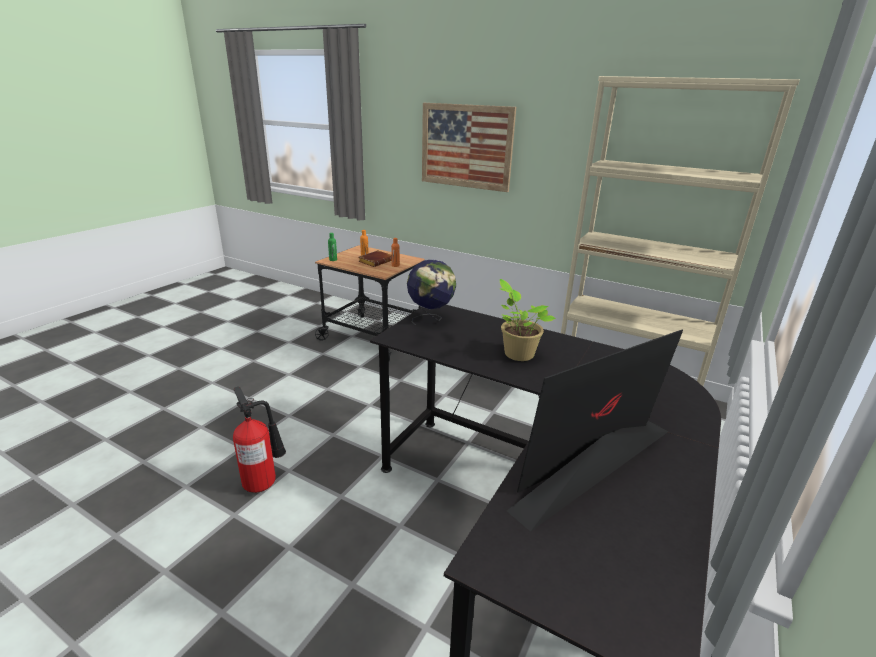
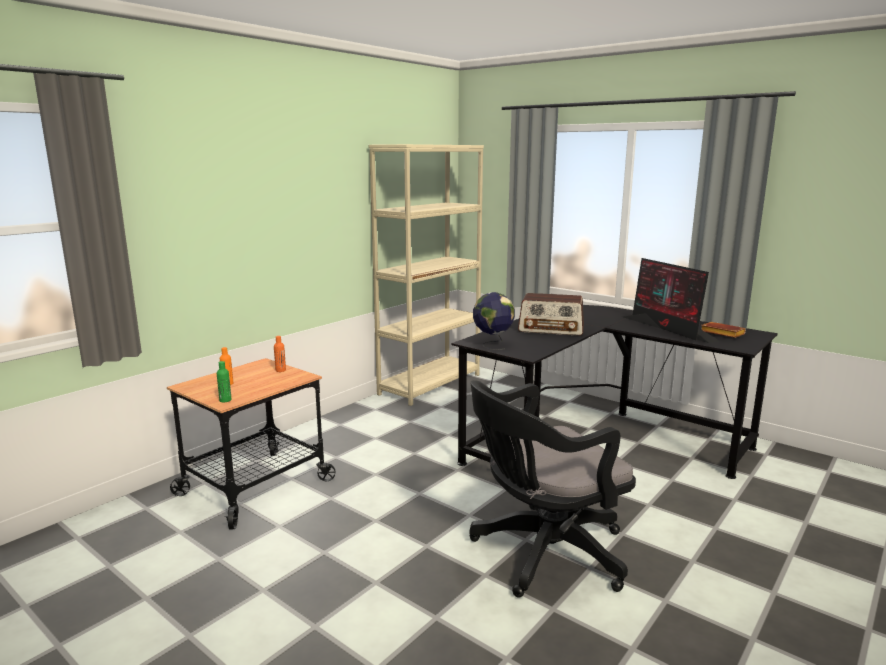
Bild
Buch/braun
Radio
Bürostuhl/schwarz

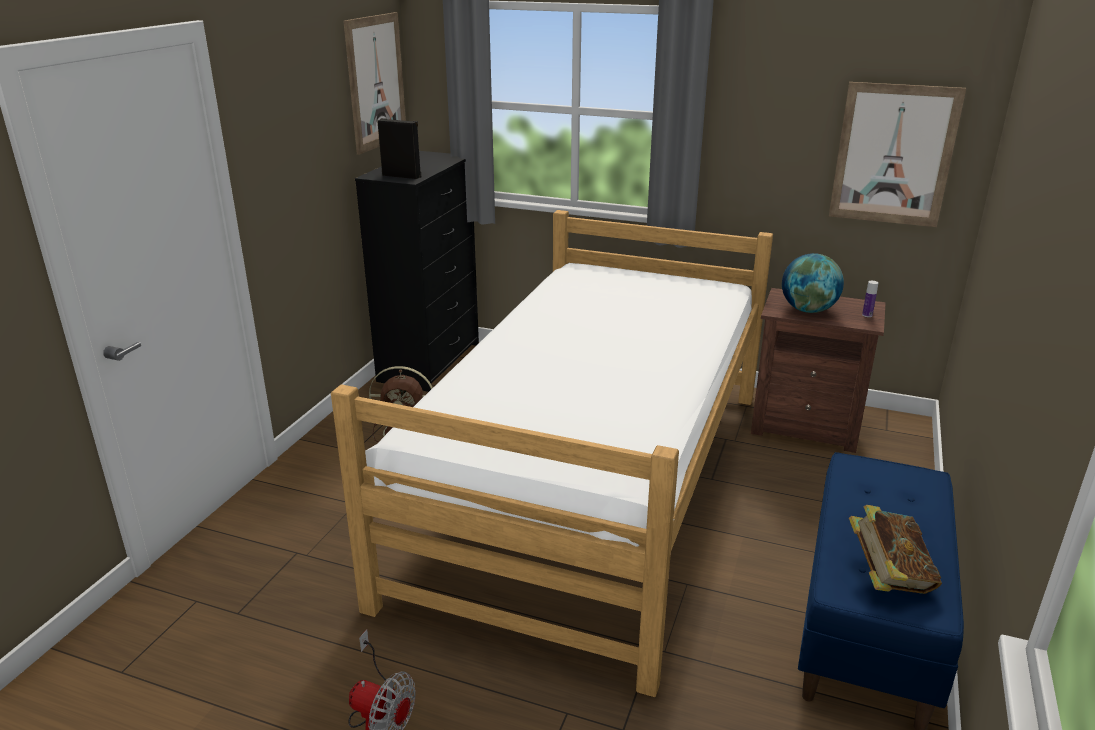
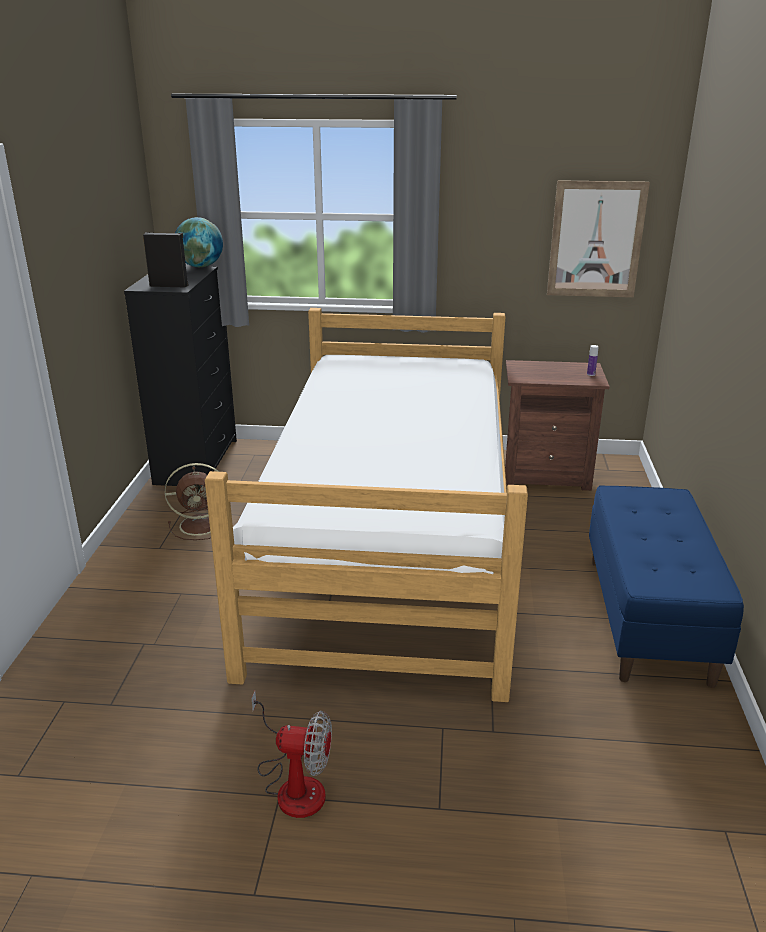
Bild (no. 1 from left in the first image)
Globus
Buch

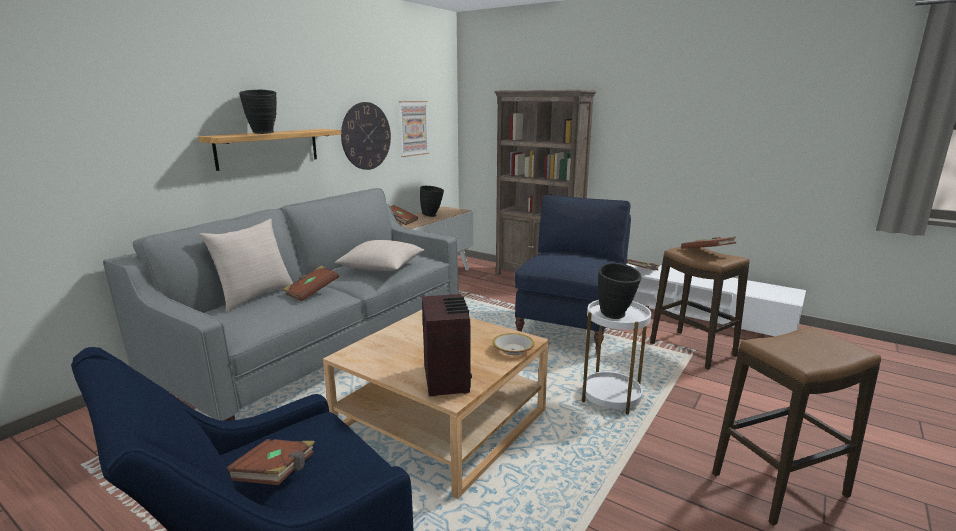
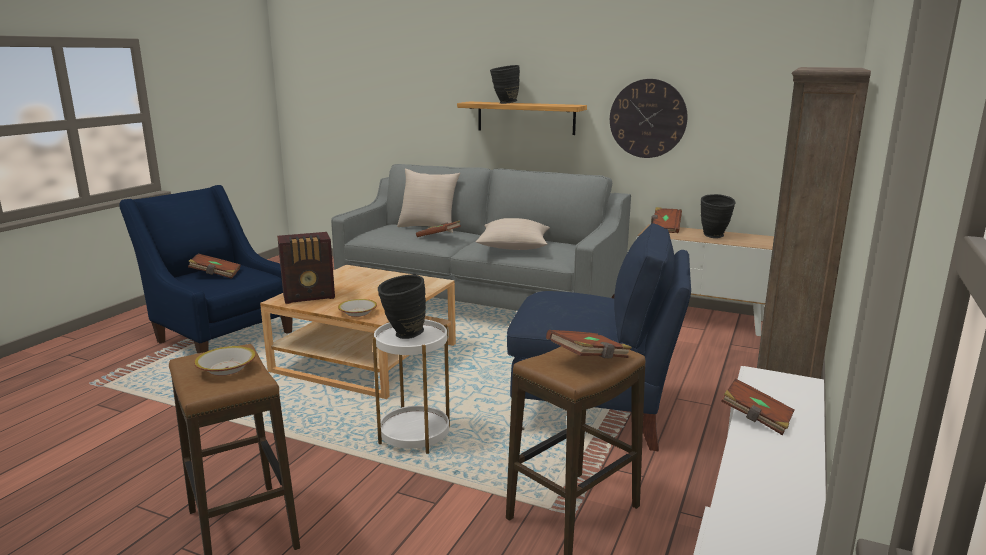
Bild
Schüssel (no. 1 from left)

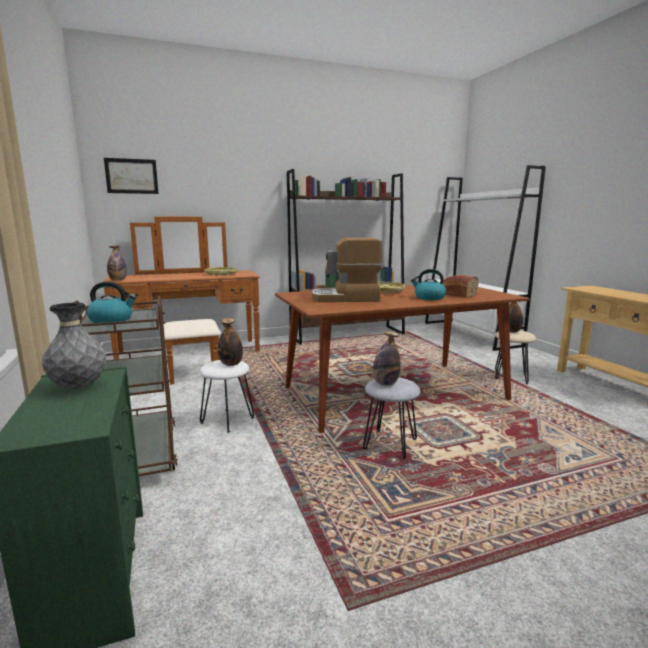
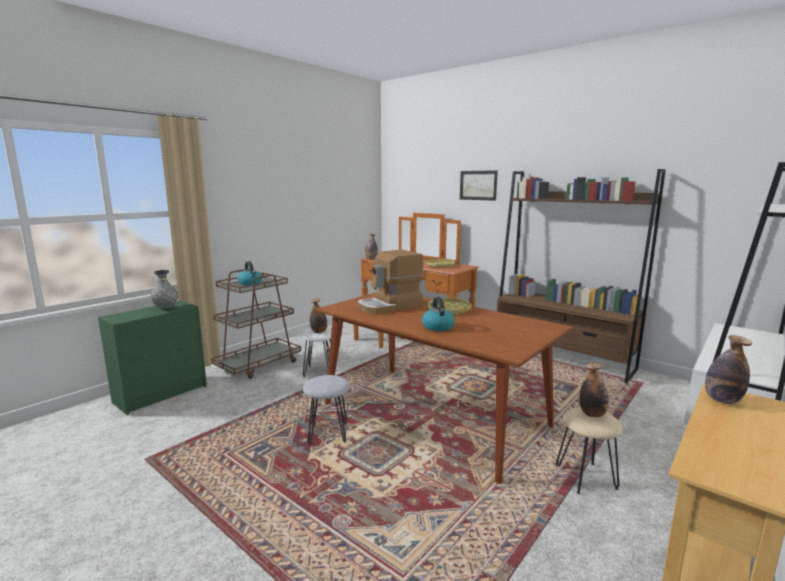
Bild
Kaffeemaschine
Brot
Flasche (no. 4 from left)

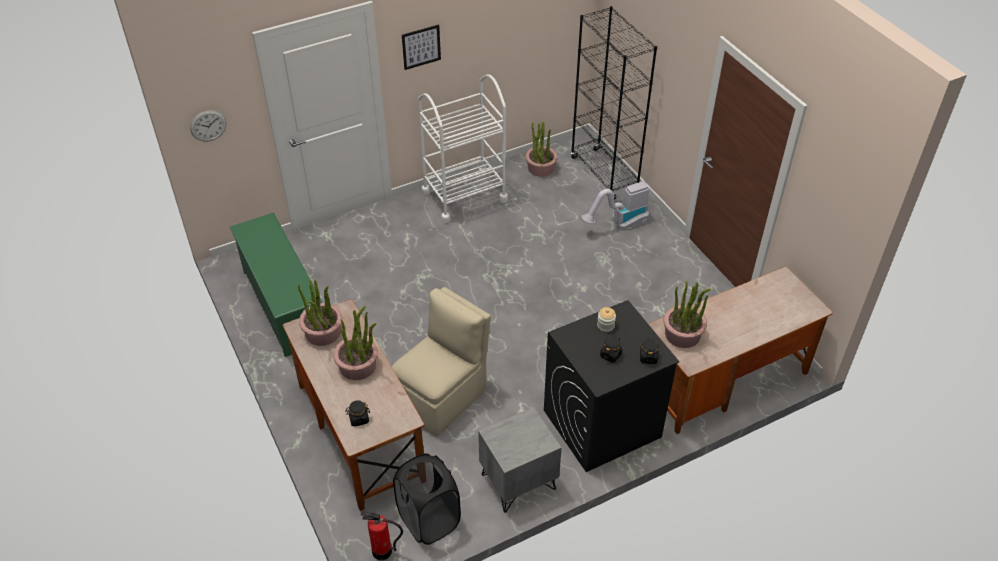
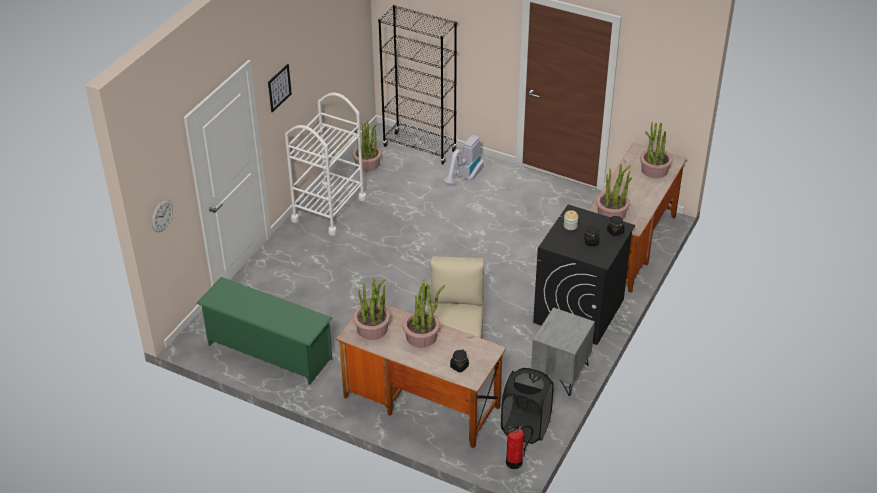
Topfpflanze (no. 5 from left)

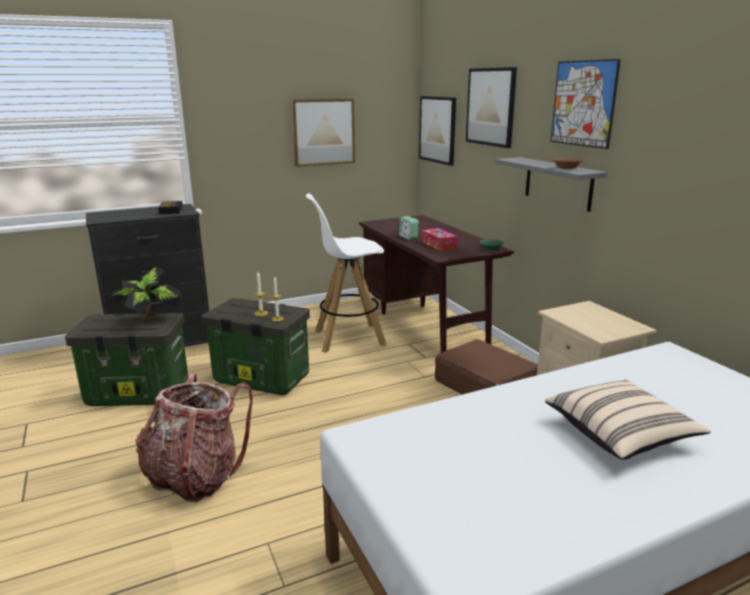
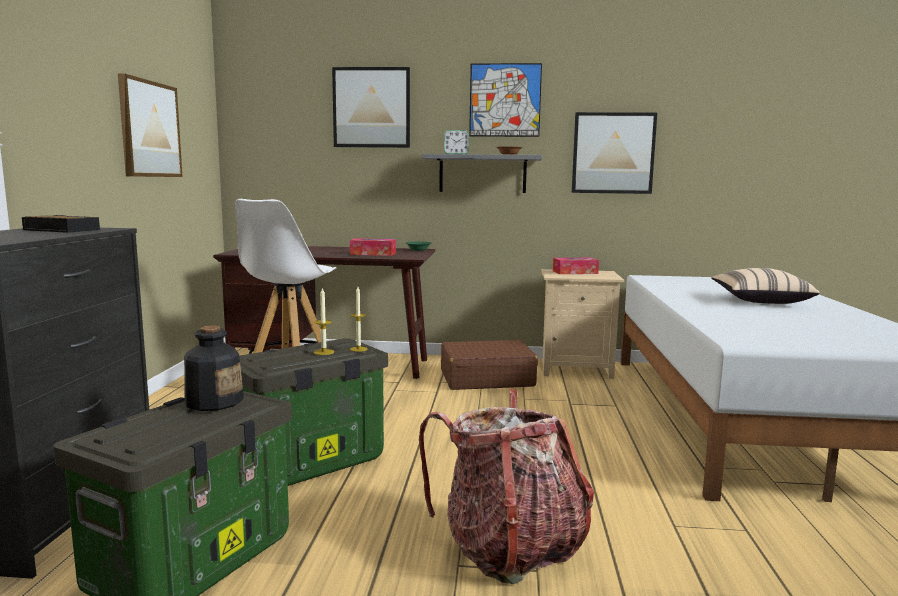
Bild (no. 4 from left)
Wecker (no. 2 from left)
Flasche
Taschentuchbox (no. 2 from left)

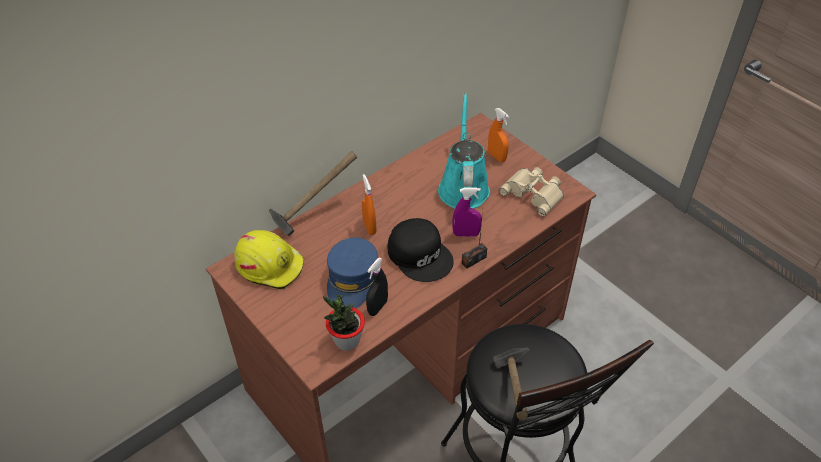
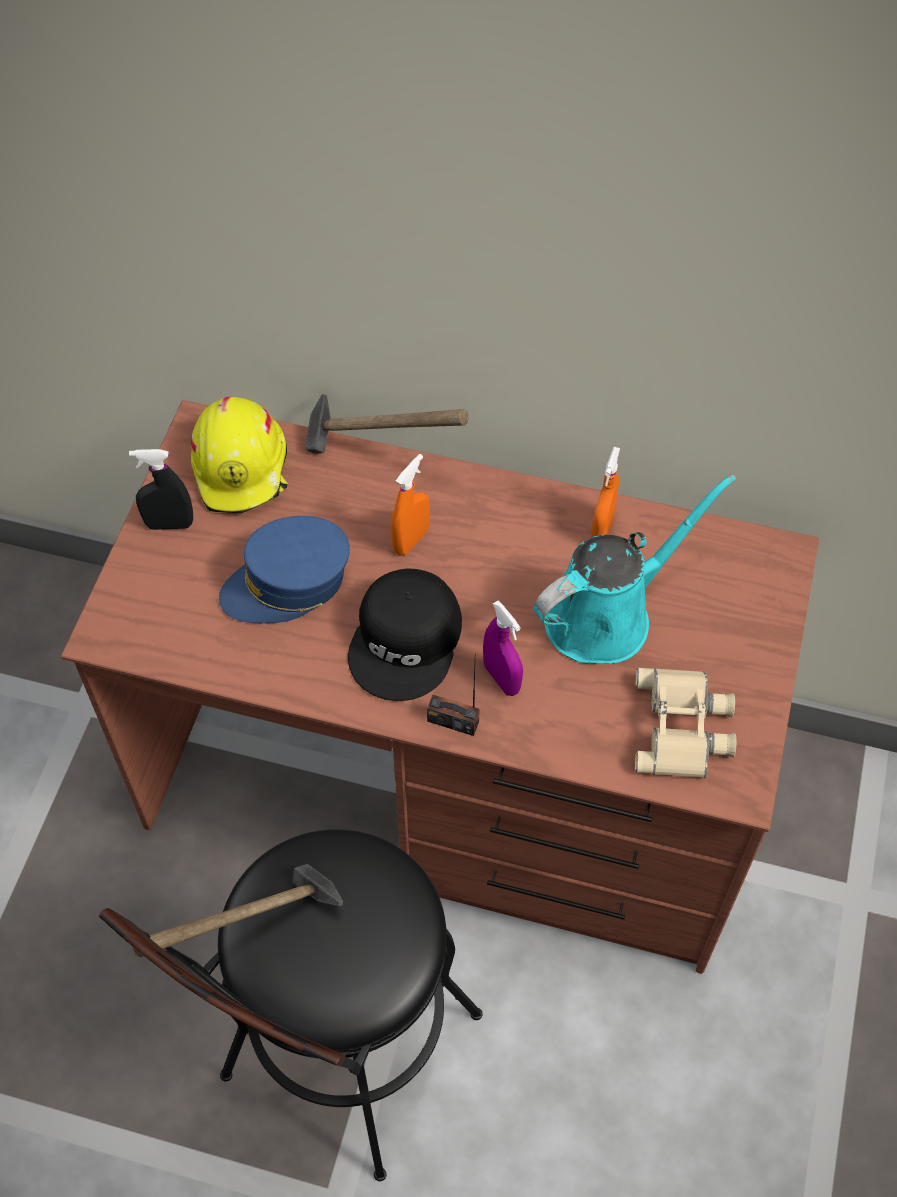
Sprühflasche/orange (no. 2 from left)
Sprühflasche/schwarz
Topfpflanze

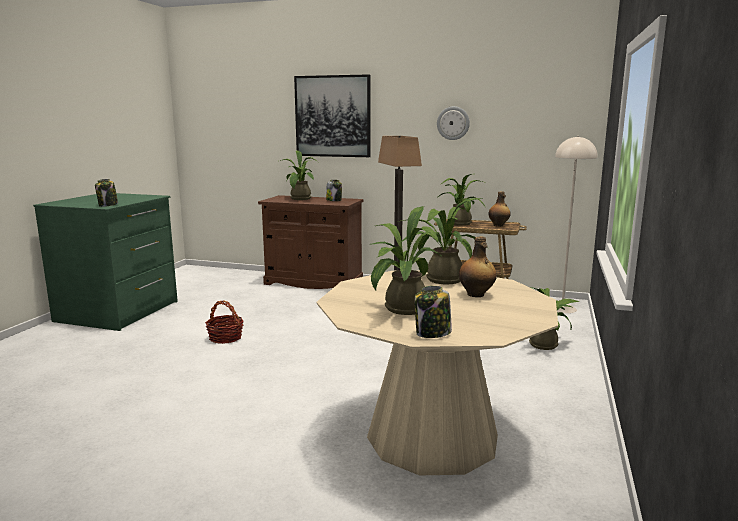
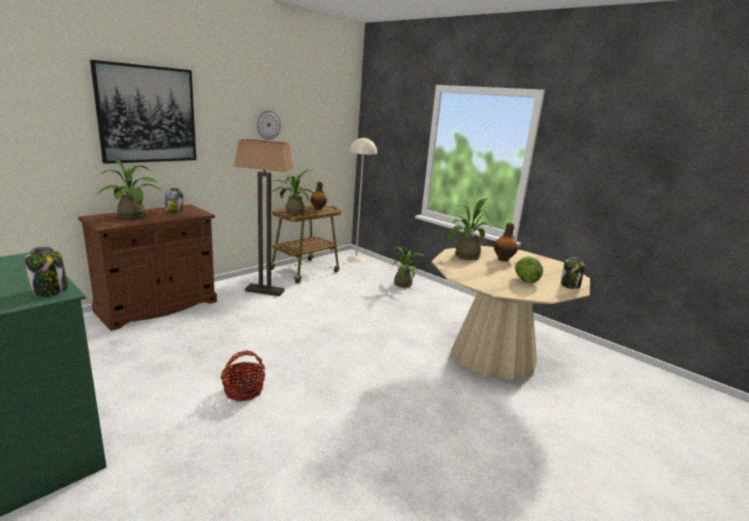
Salatkopf

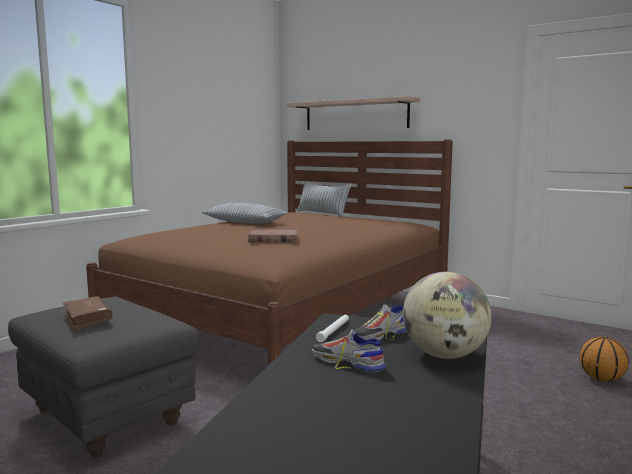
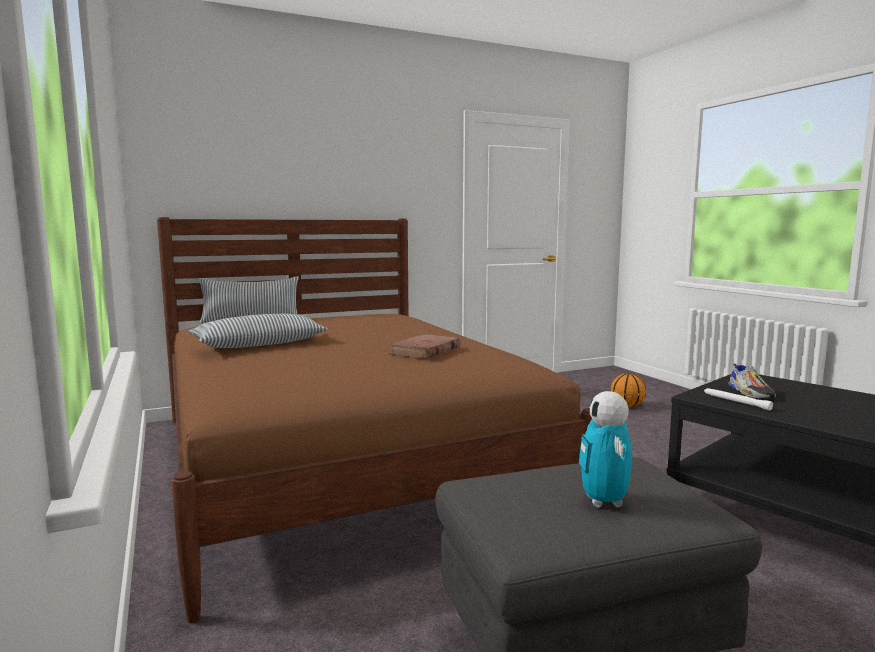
Wandregal
Globus
Spielzeugroboter
Schuh (no. 1 from left in the first image)

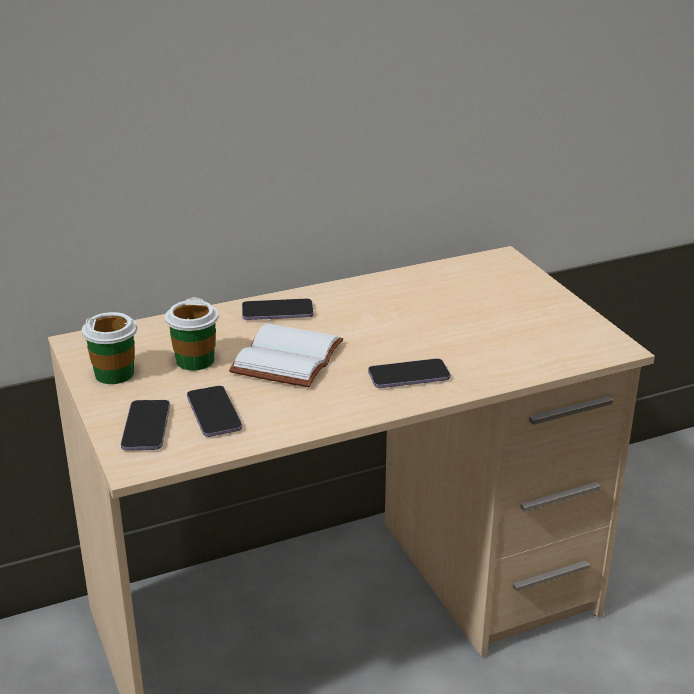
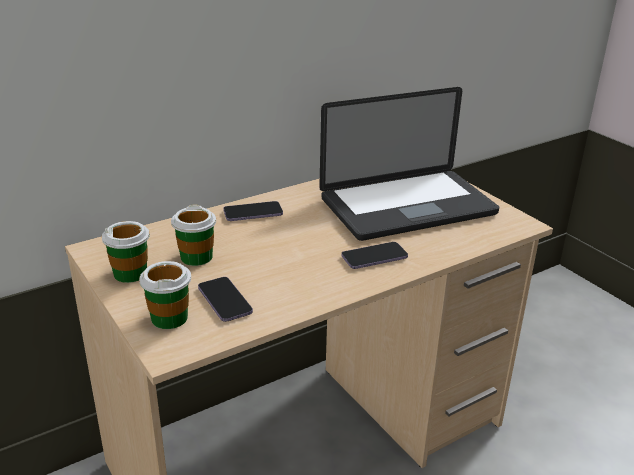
Buch/weiß
Tasse (no. 2 from left)
Laptop

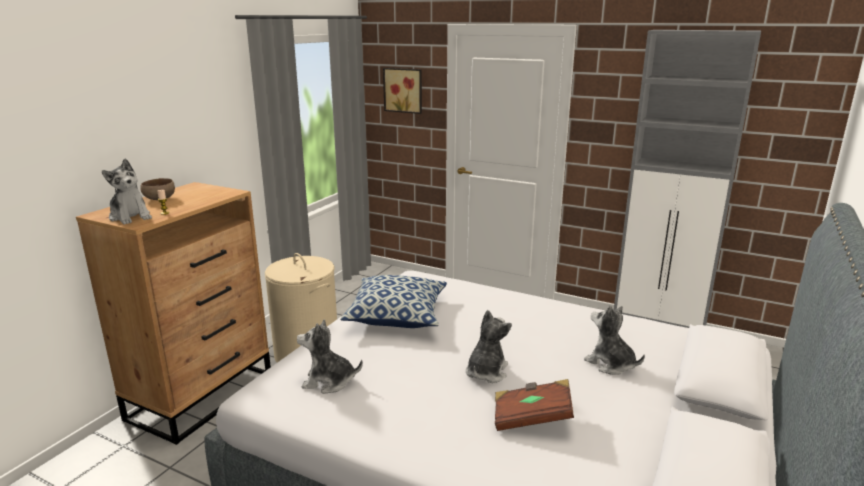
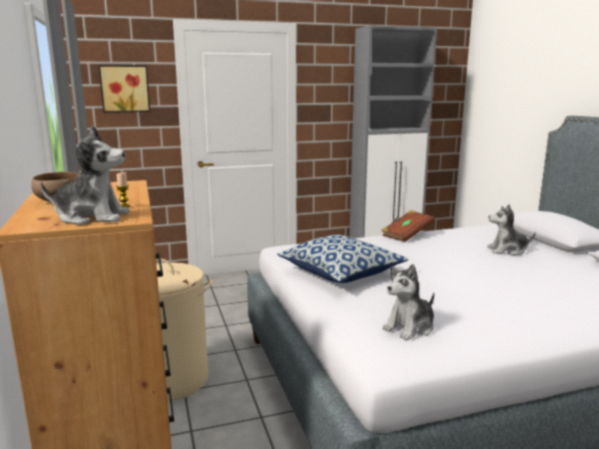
Plüschtier (no. 3 from left in the first image)
Buch/braun

